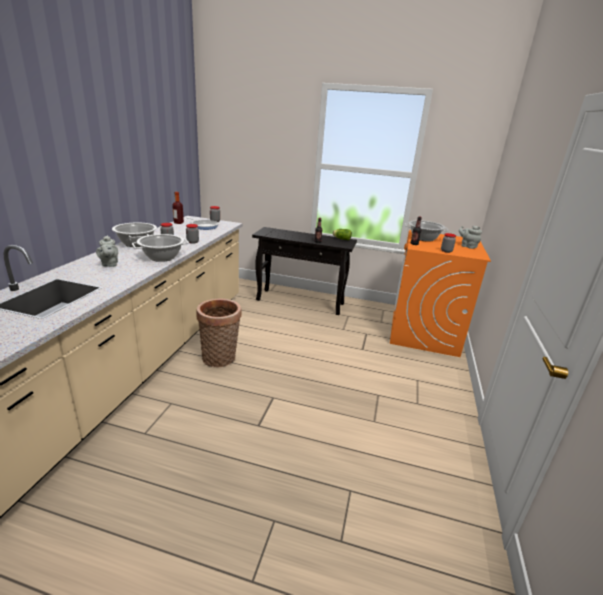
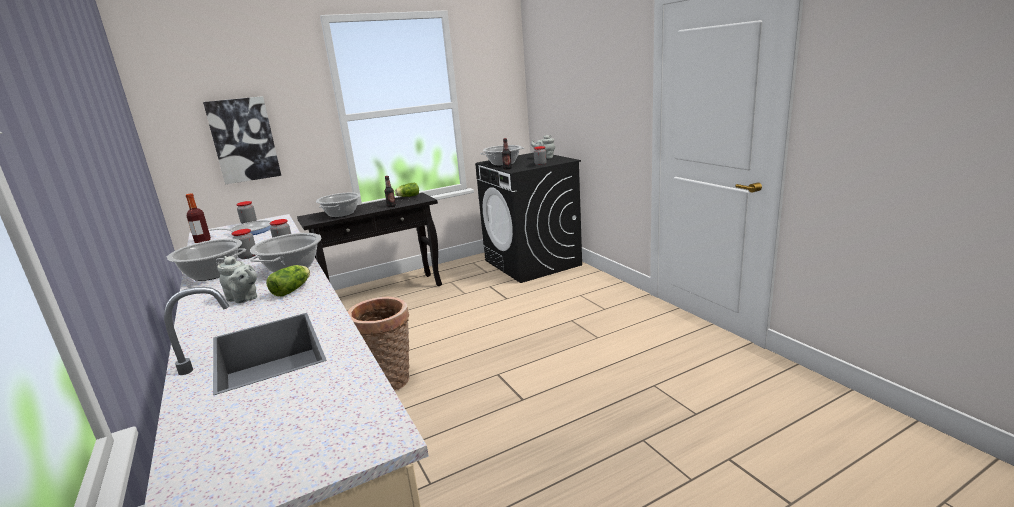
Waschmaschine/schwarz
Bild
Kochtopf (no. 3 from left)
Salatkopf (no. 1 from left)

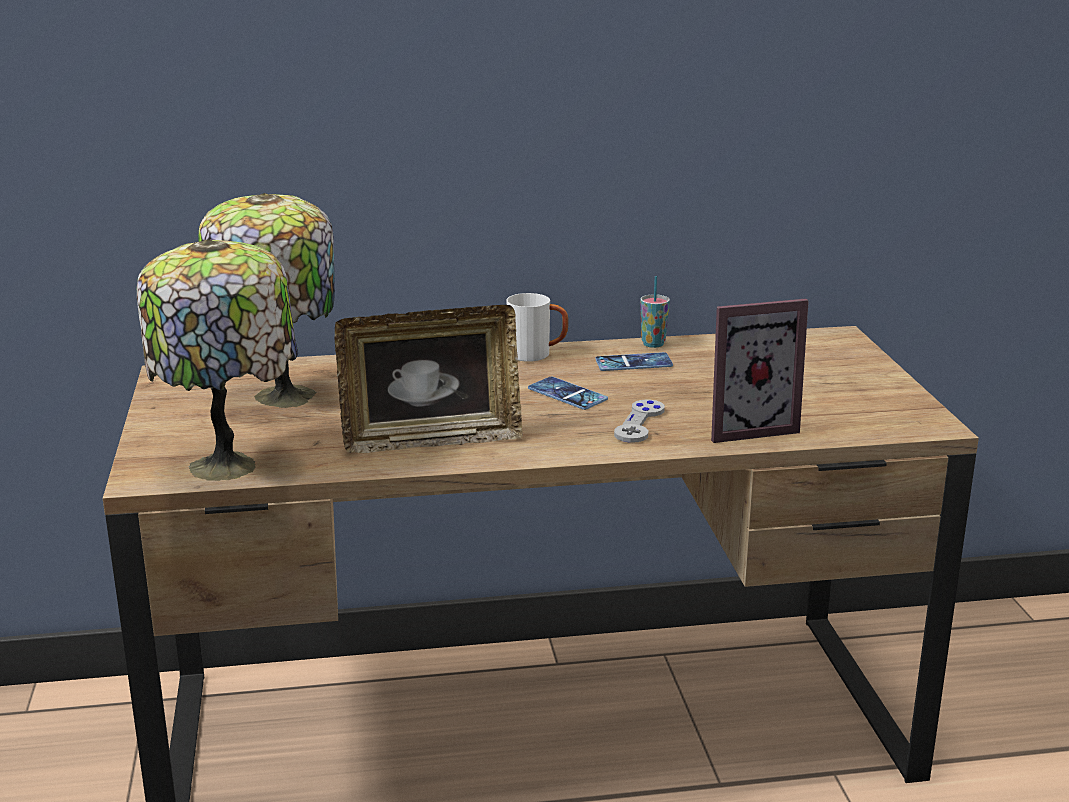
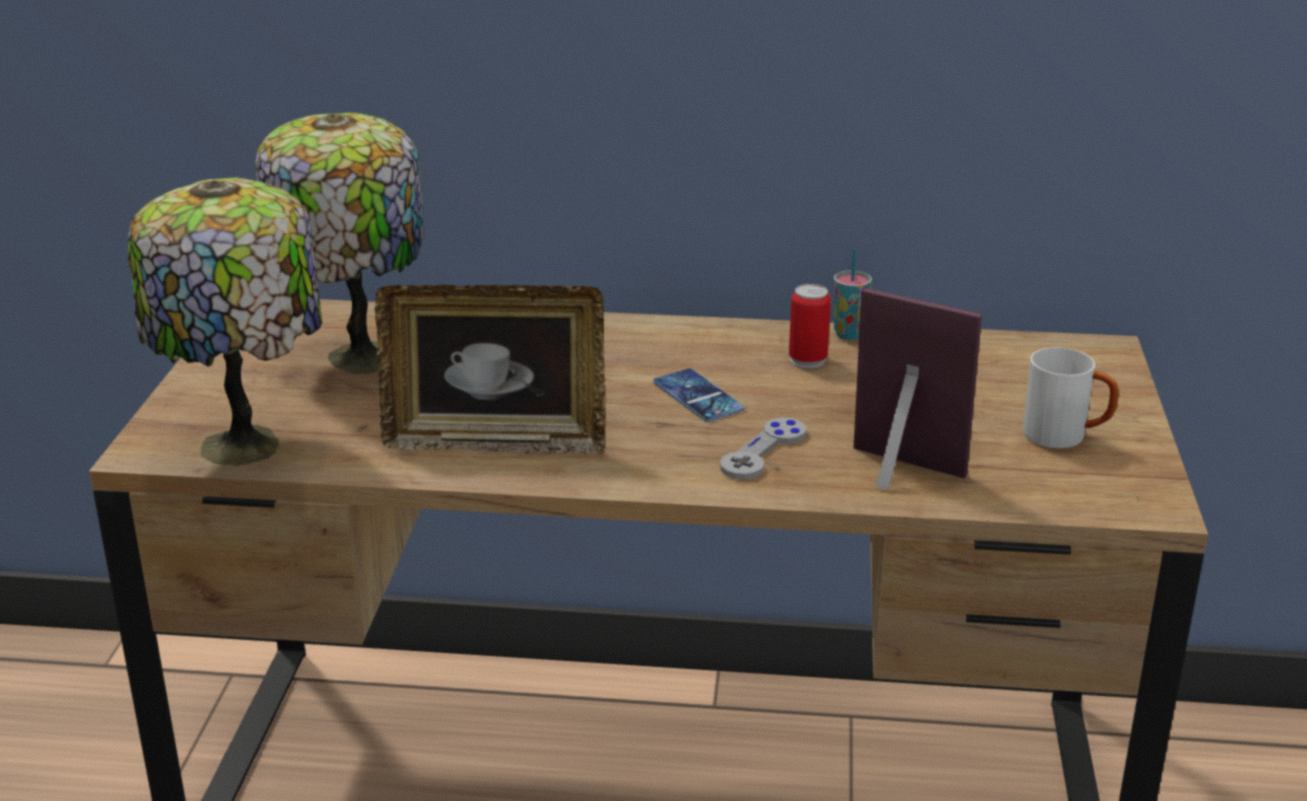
Henkelbecher/weiß
Bilderrahmen (no. 2 from left)
Dose

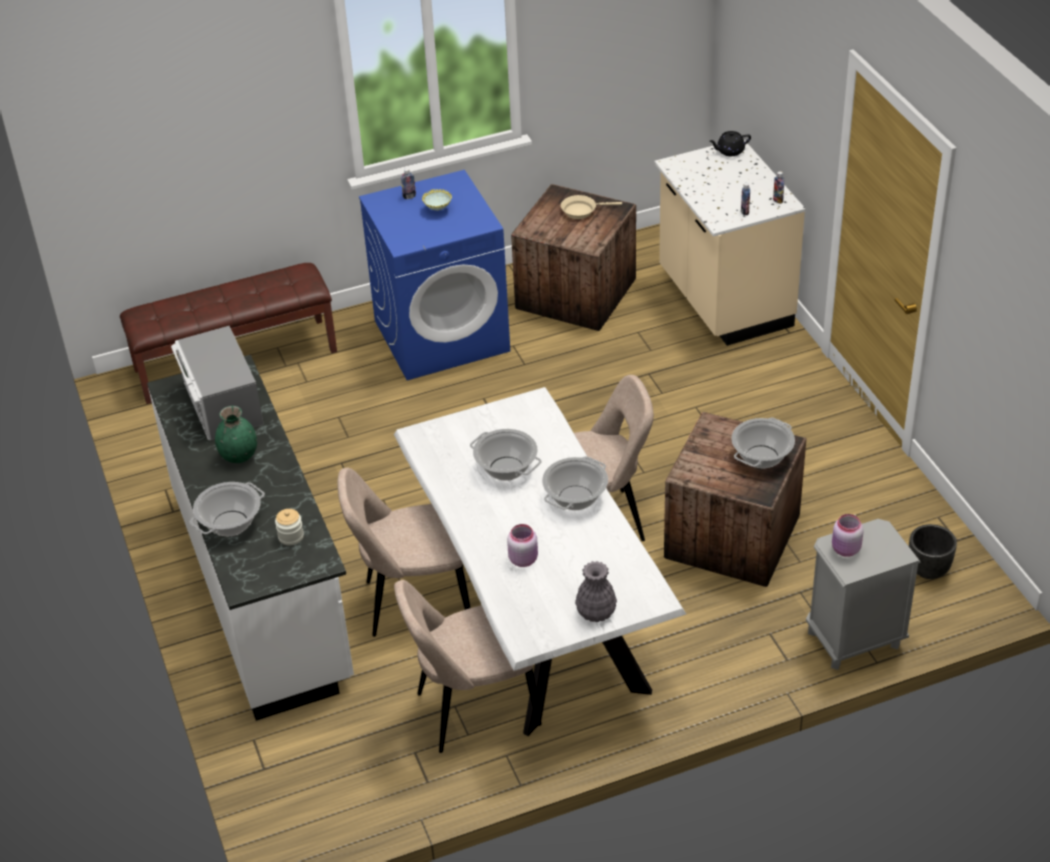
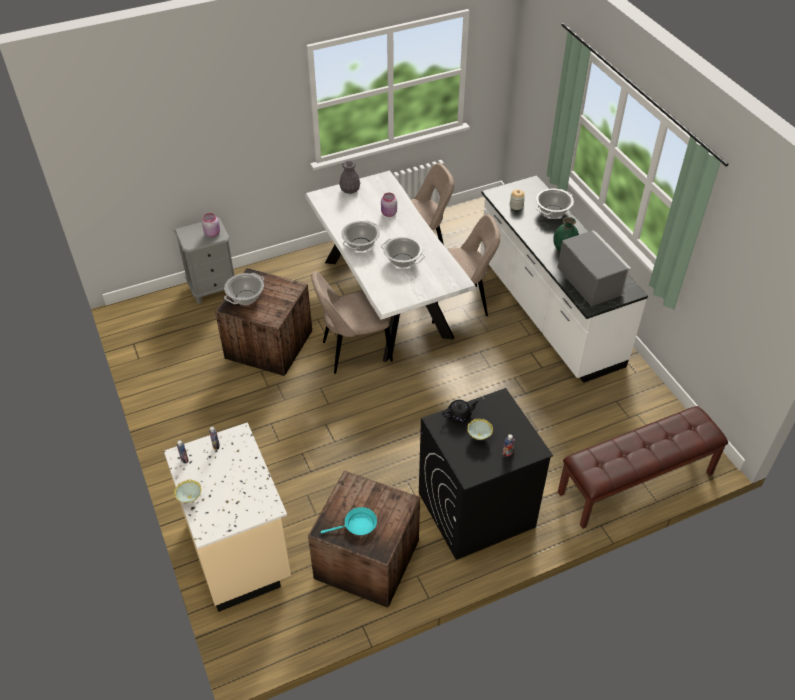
Teekanne/schwarz
Waschmaschine/schwarz
Pfanne/türkis
Pflanzkübel/schwarz
Schüssel (no. 1 from left)

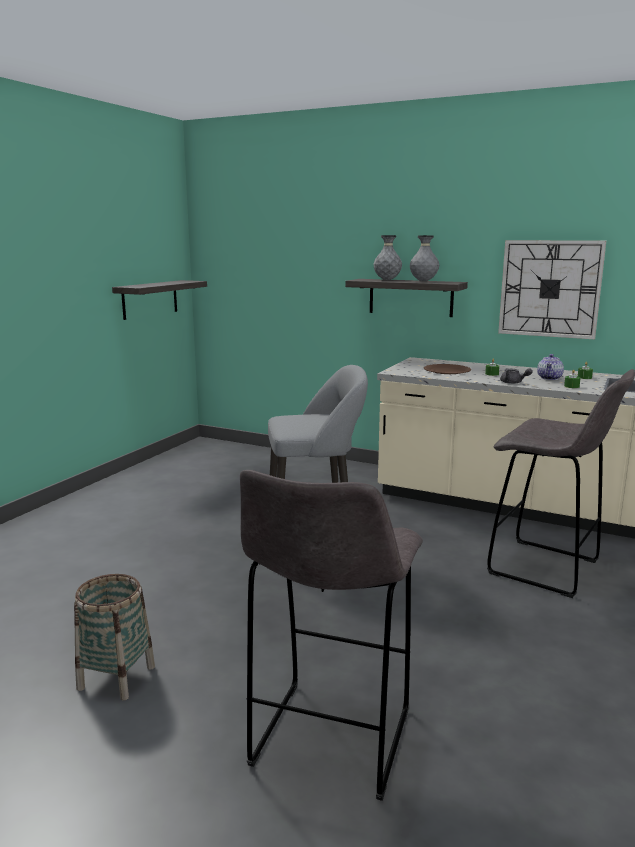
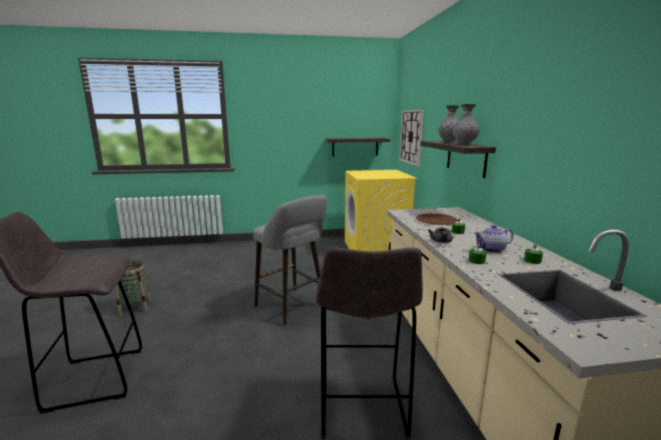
Wanduhr
Waschmaschine/gelb

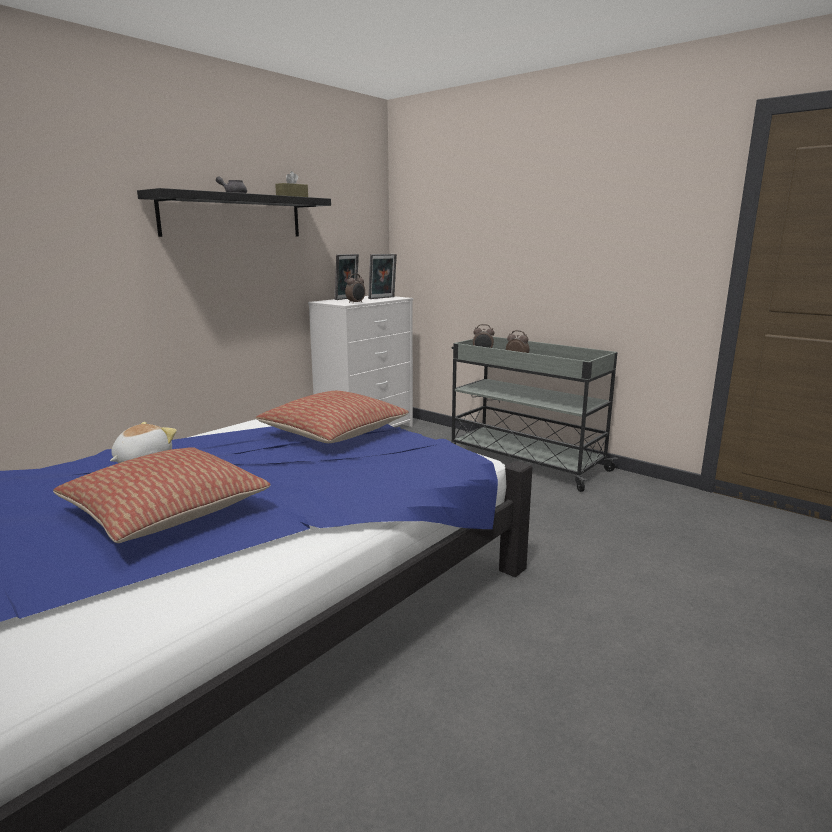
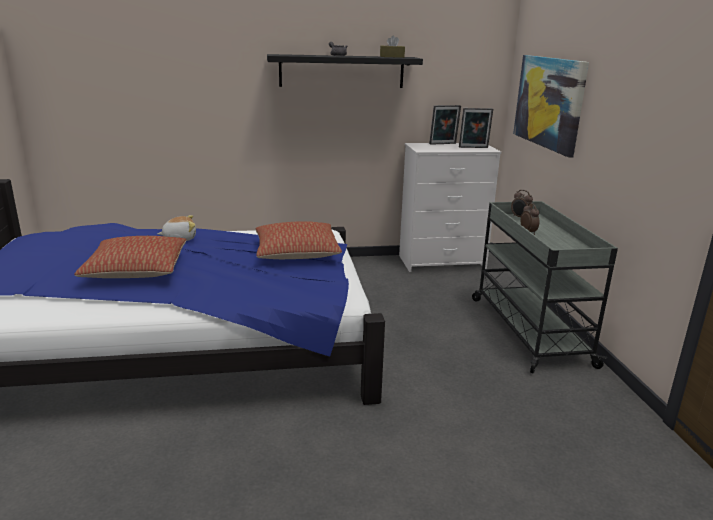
Wecker (no. 1 from left in the first image)
Bild

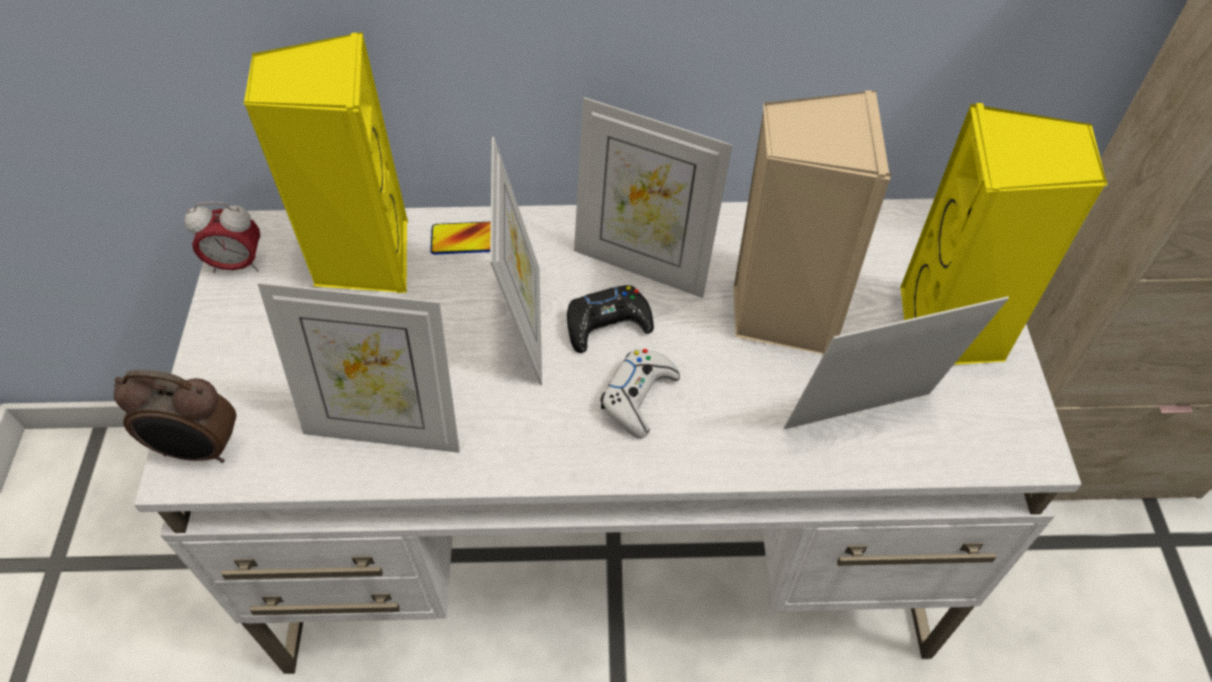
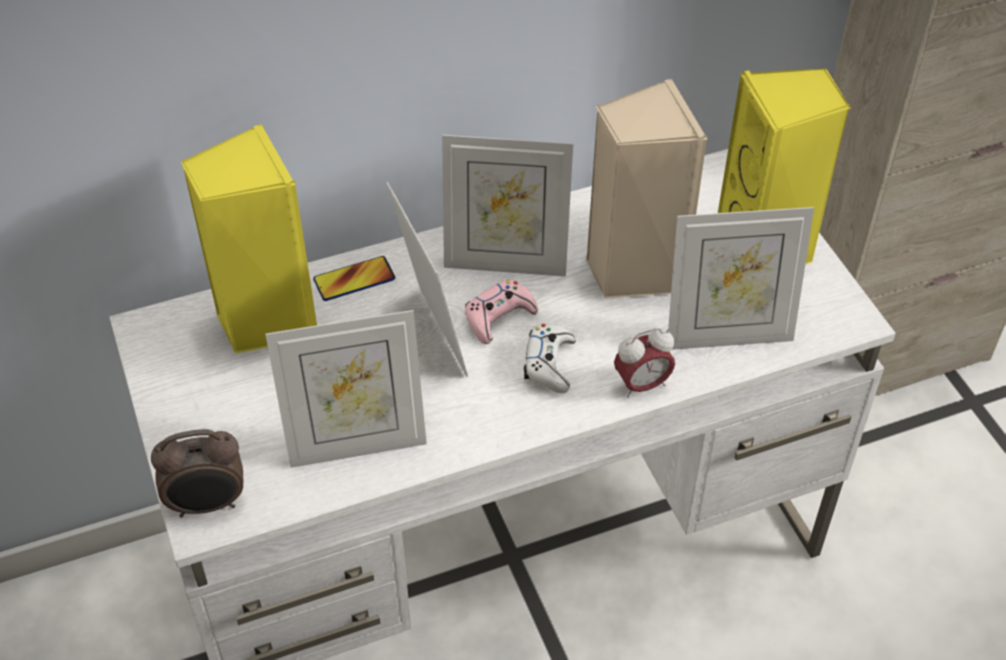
Wecker (no. 2 from left)
Gamepad/rosa
Bilderrahmen (no. 4 from left)

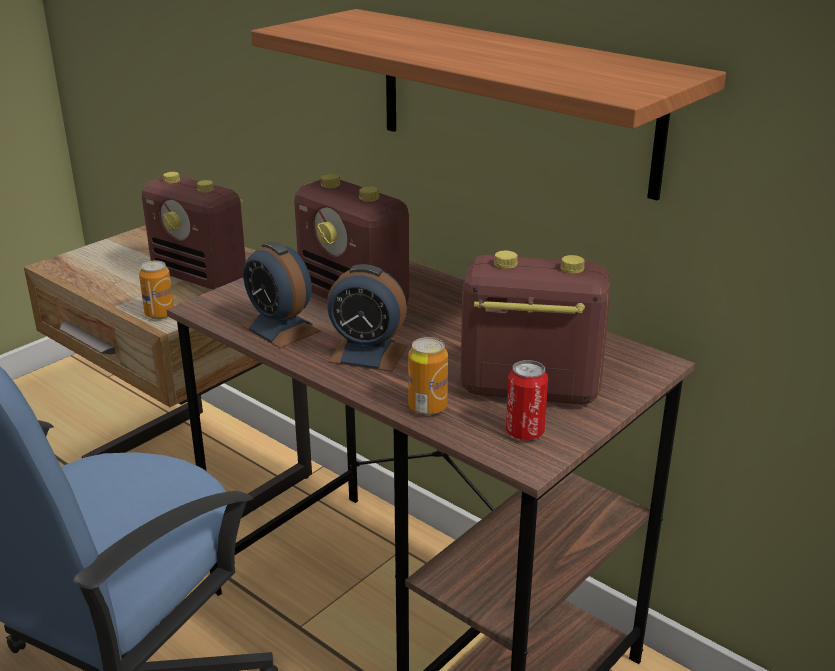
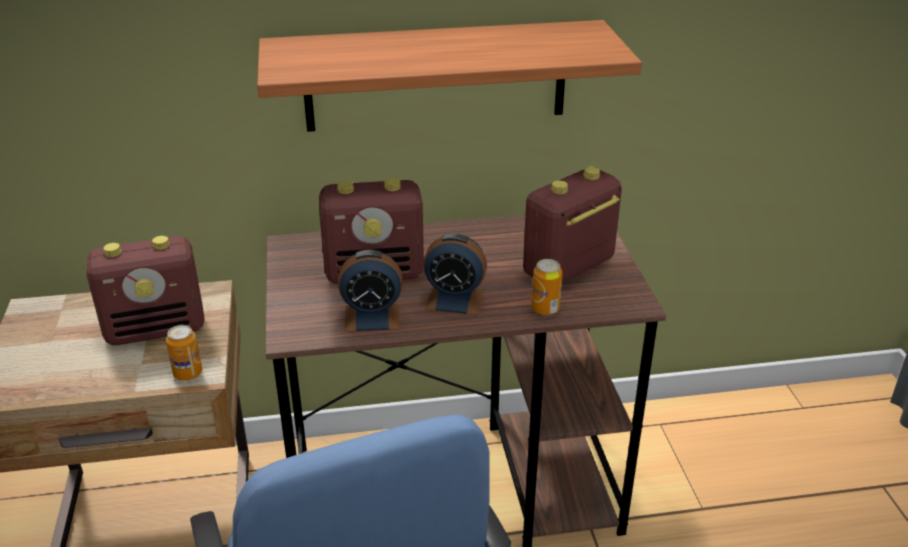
Wecker (no. 2 from left)
Dose (no. 3 from left in the first image)

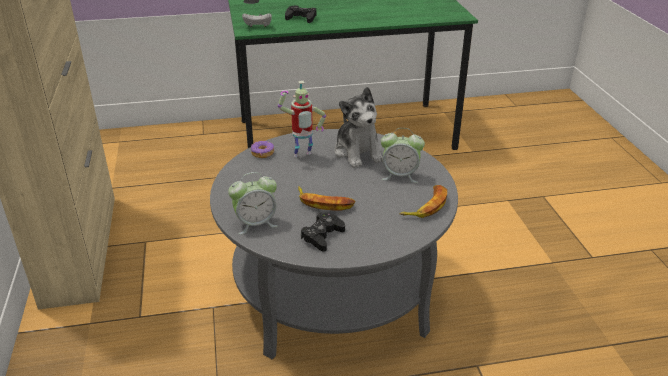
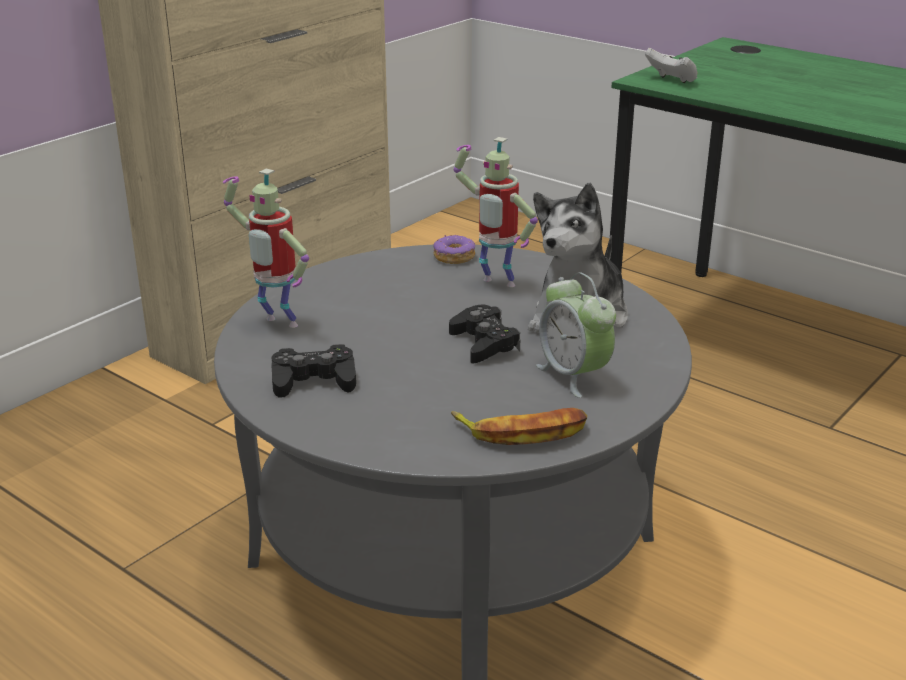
Gamepad/schwarz (no. 2 from left)
Spielzeugroboter (no. 1 from left)
Banane (no. 1 from left in the first image)

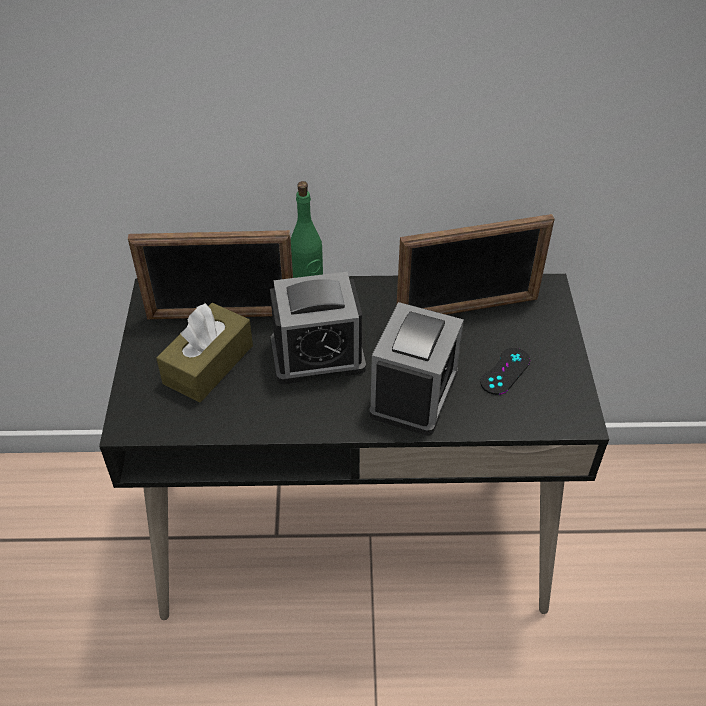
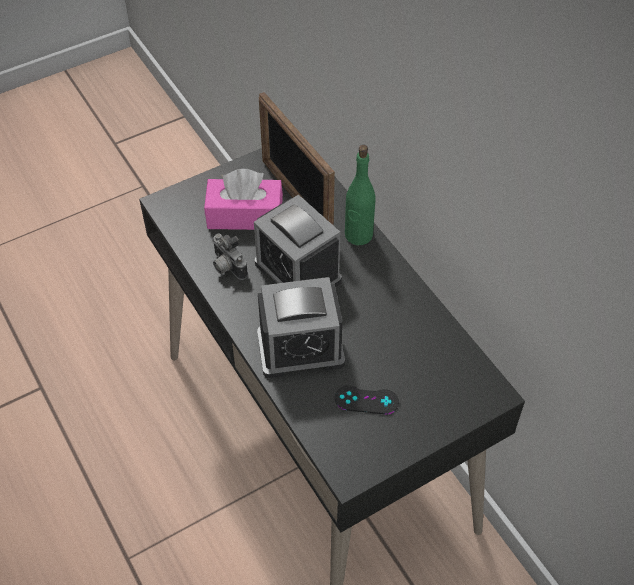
Bilderrahmen (no. 2 from left in the first image)
Taschentuchbox/rosa
Kamera

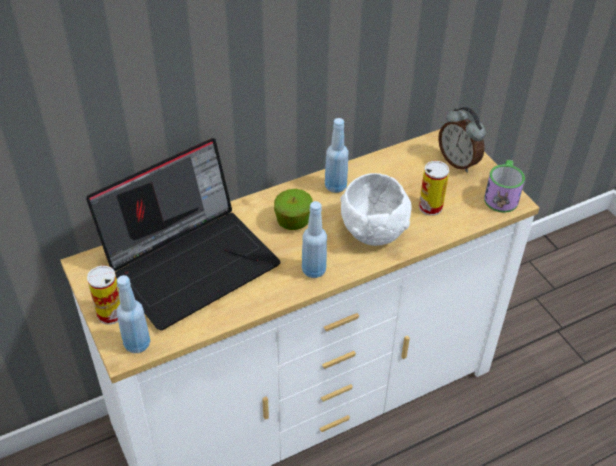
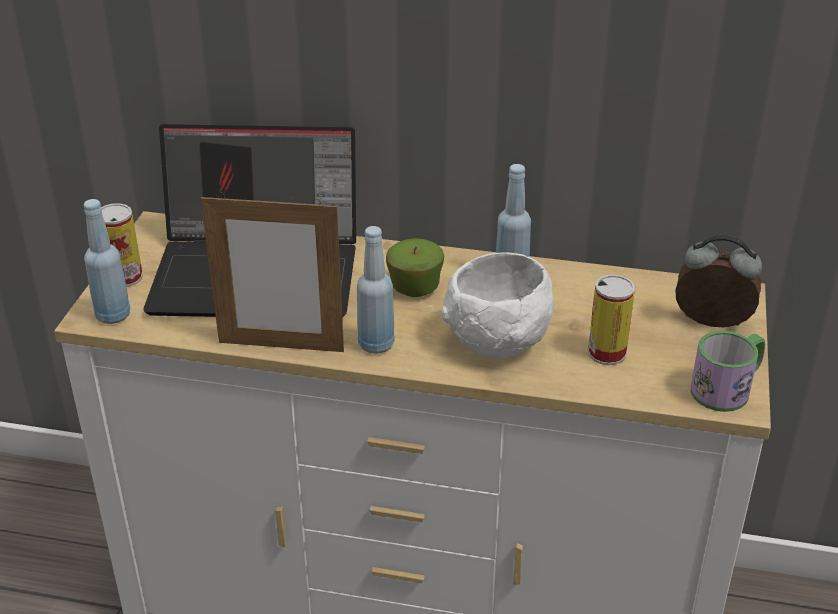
Wecker
Bilderrahmen

